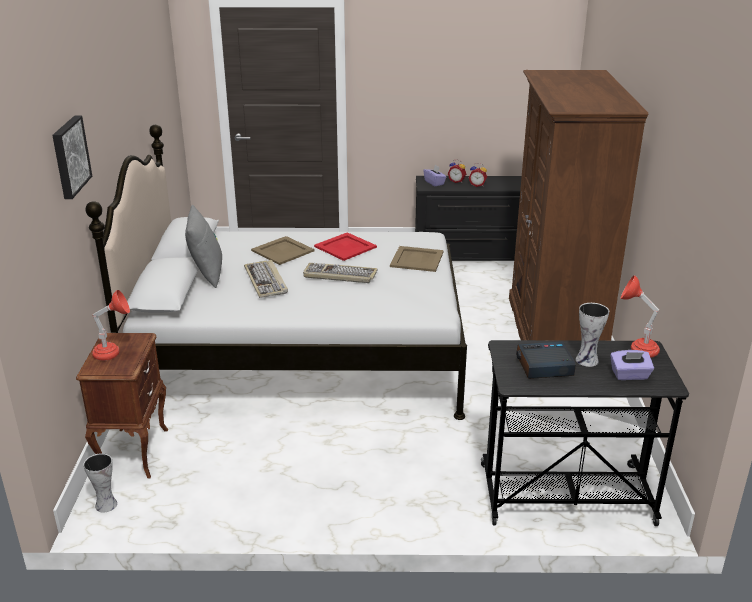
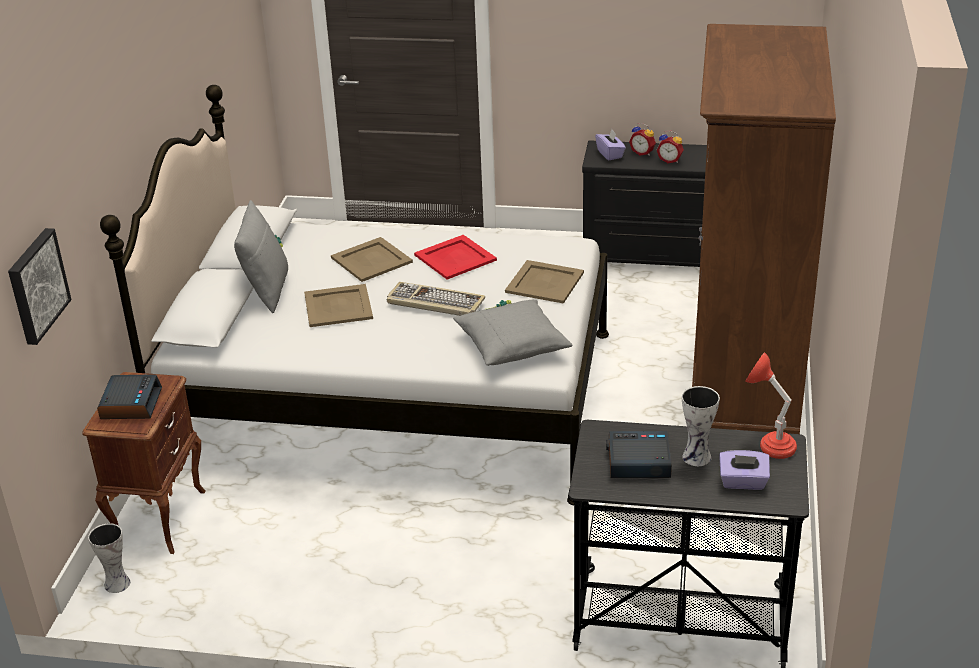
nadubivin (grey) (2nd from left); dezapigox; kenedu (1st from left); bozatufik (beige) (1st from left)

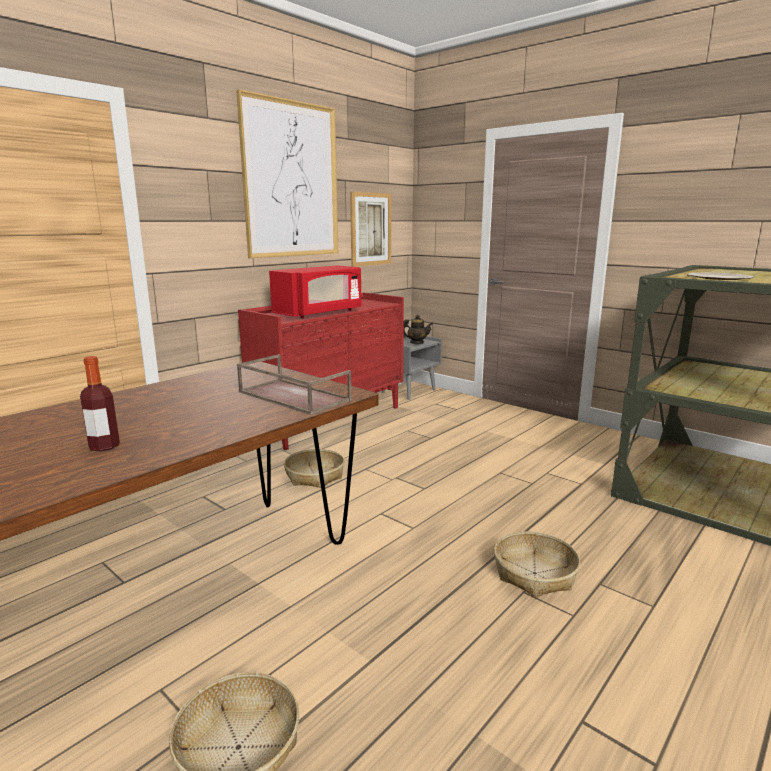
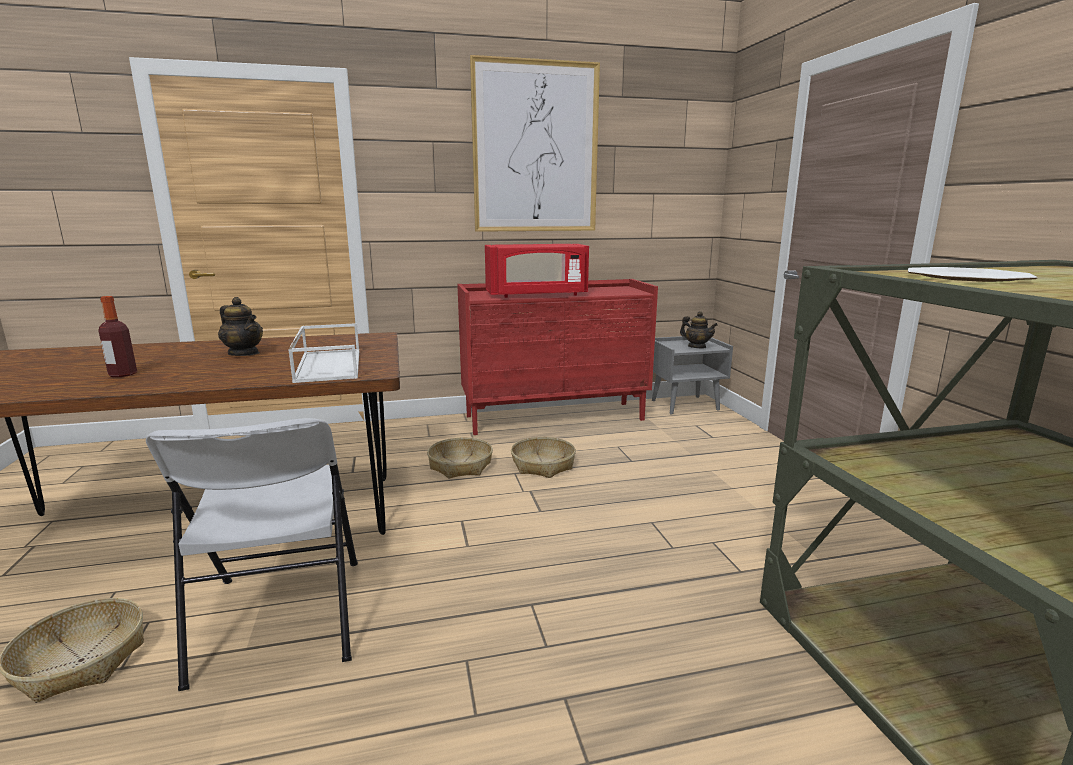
dezapigox (2nd from left in the first image); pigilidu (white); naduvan (1st from left); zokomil (3rd from left); bozatufik (white)

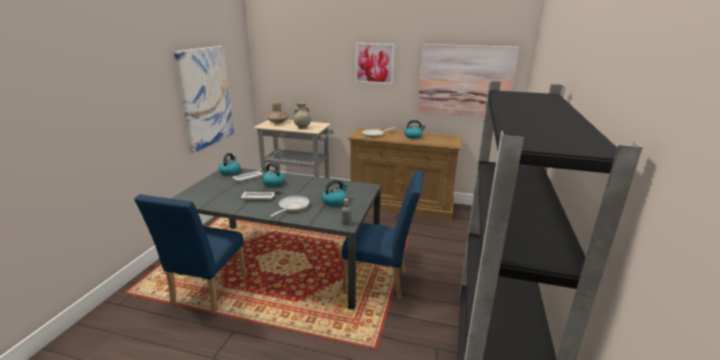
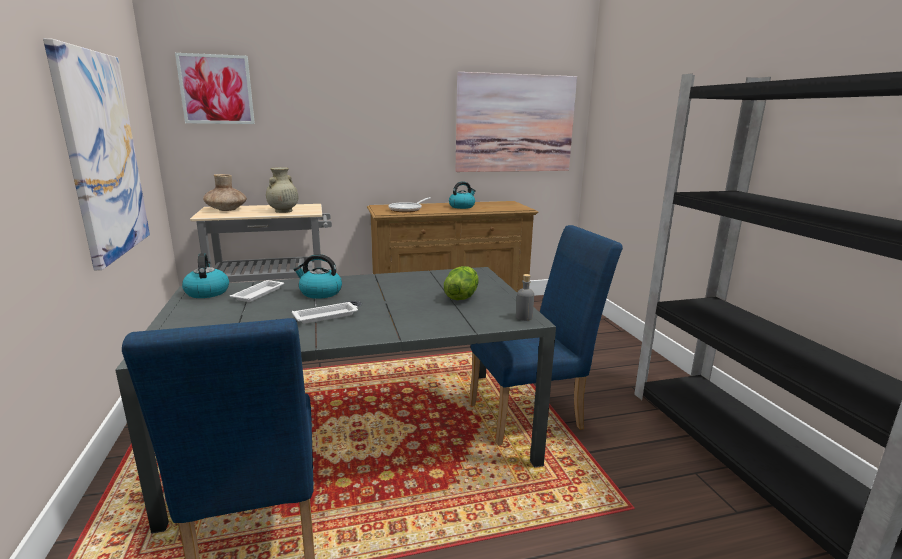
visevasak (1st from left in the first image); dezapigox (2nd from left); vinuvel

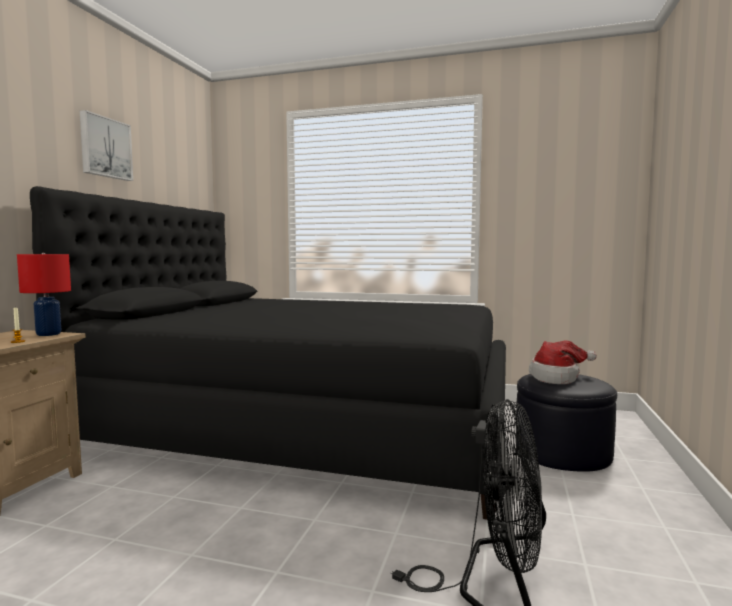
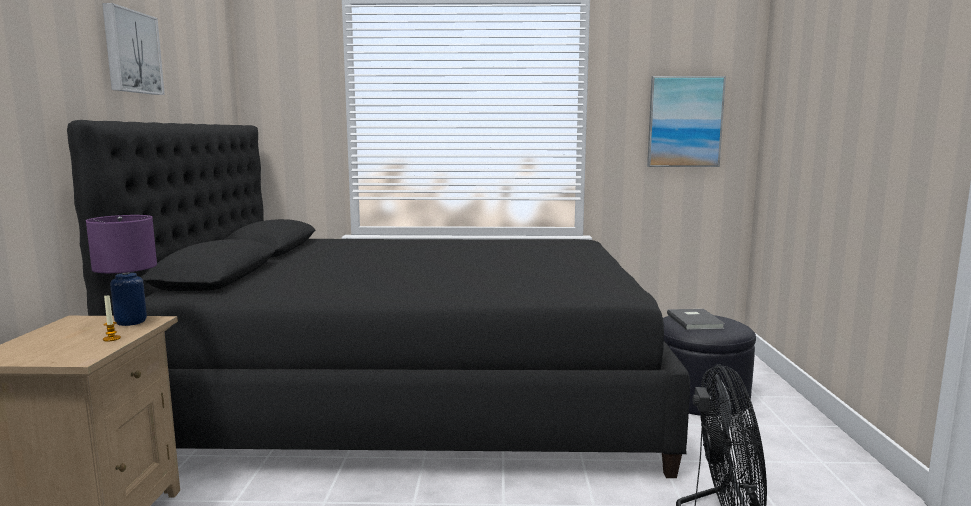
dezapigox (2nd from left); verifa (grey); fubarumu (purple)

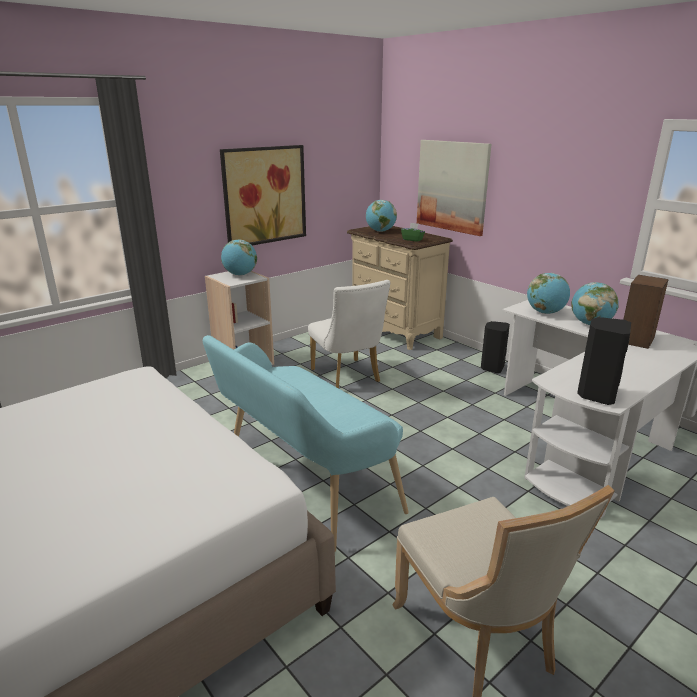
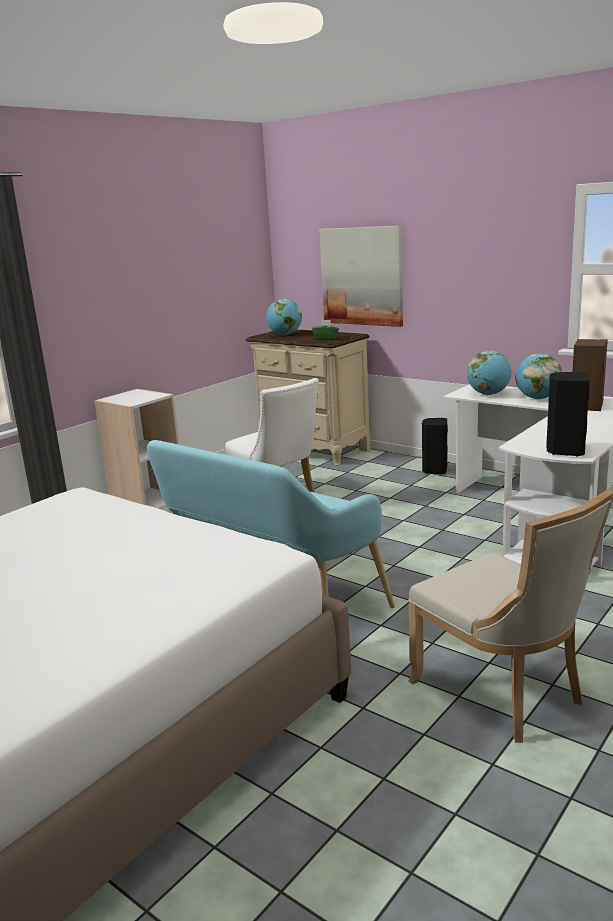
dezapigox (1st from left in the first image); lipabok (1st from left in the first image)

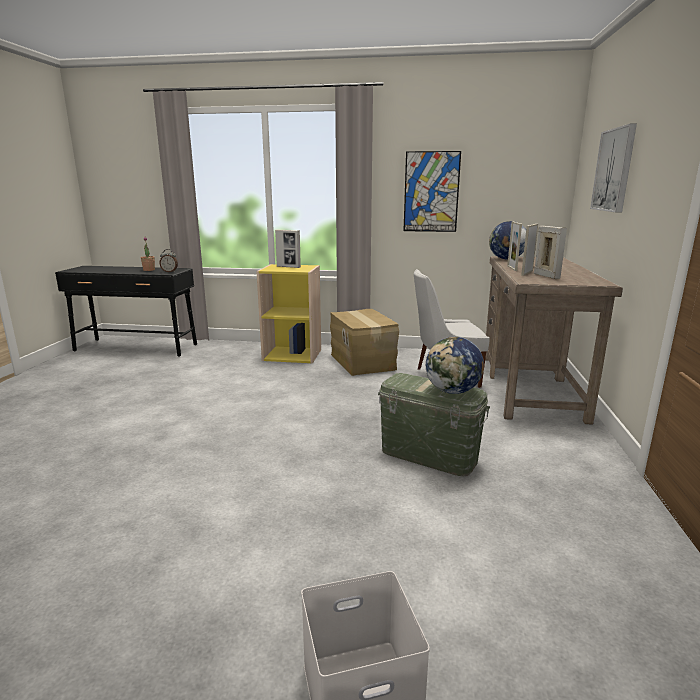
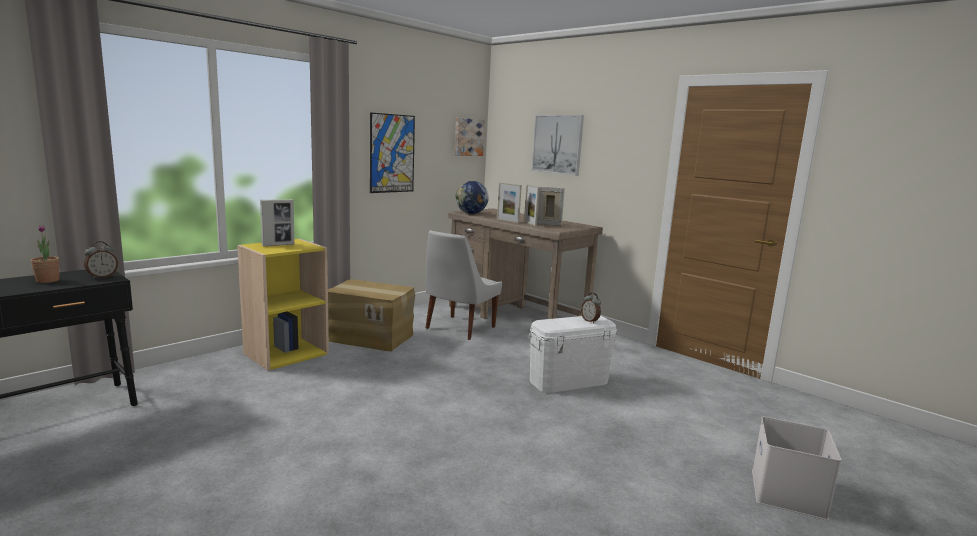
dezapigox (2nd from left); kenedu (2nd from left); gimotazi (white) (1st from left)

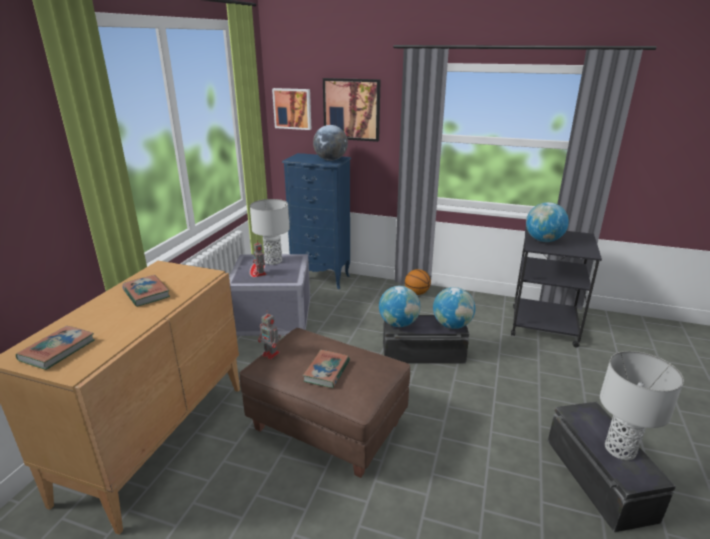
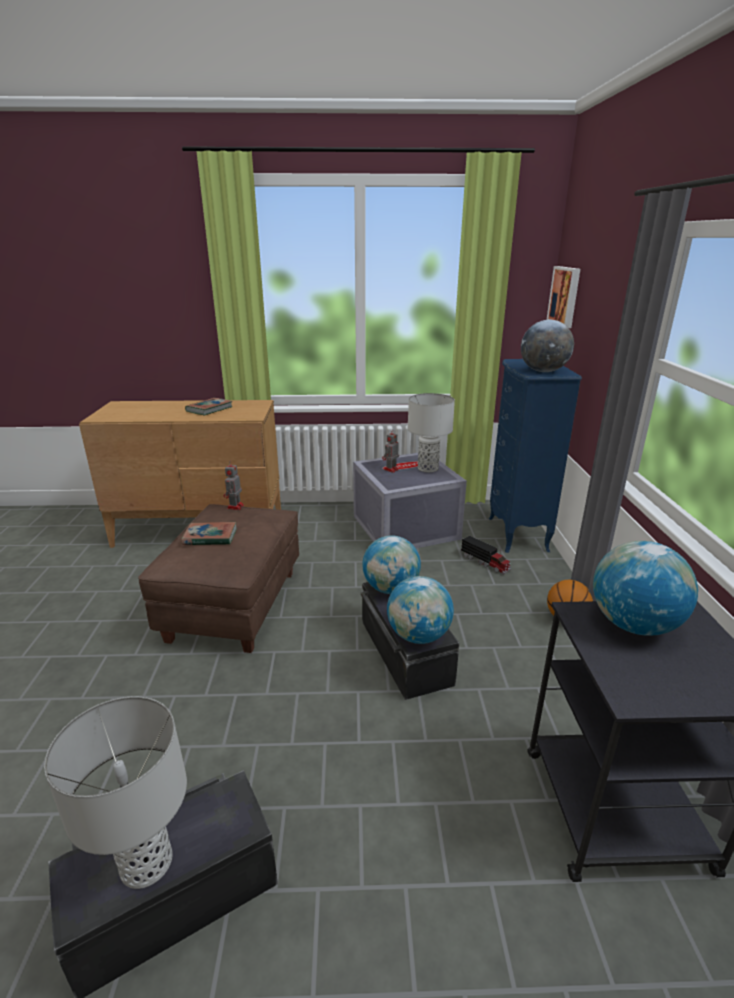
verifa (1st from left in the first image); dezapigox (2nd from left in the first image); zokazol

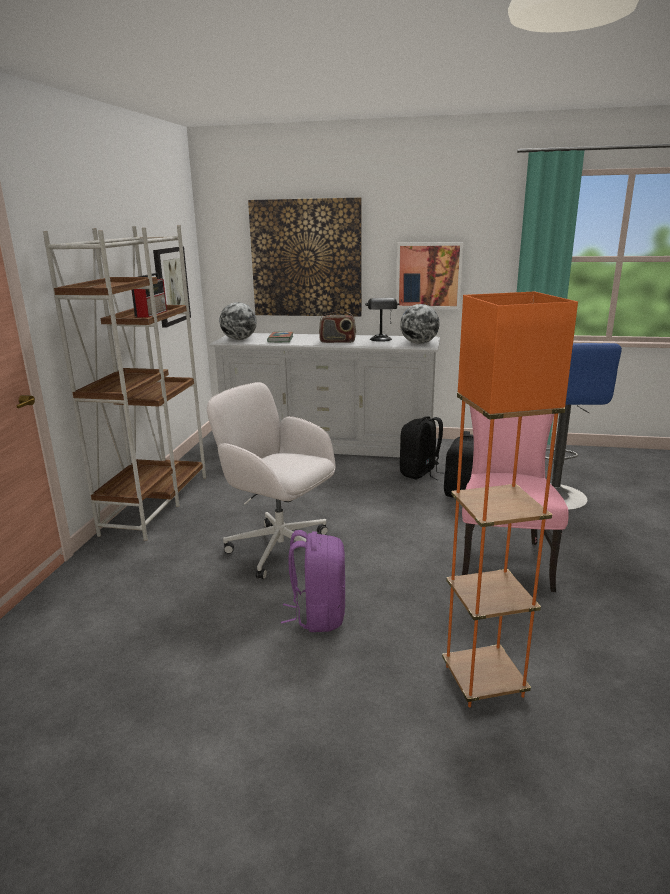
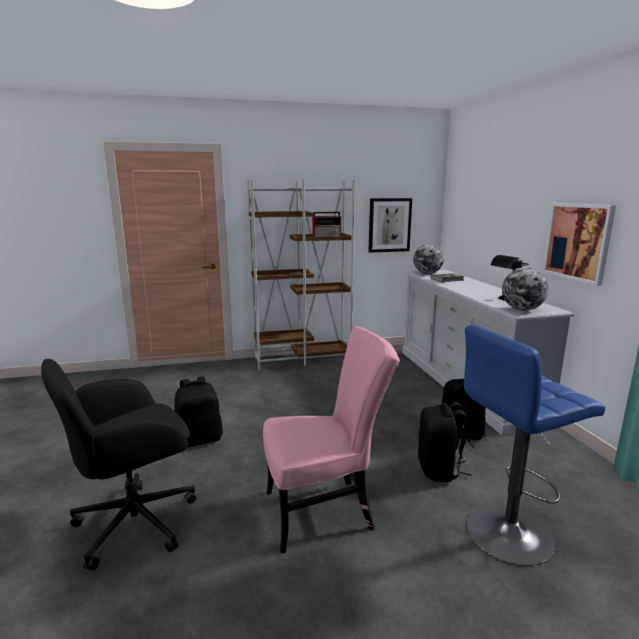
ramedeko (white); dezapigox (2nd from left in the first image); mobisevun (2nd from left in the first image); ramedeko (black); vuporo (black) (1st from left)

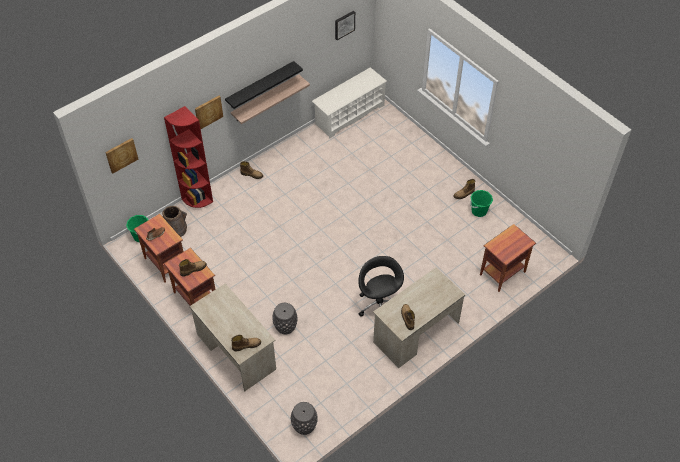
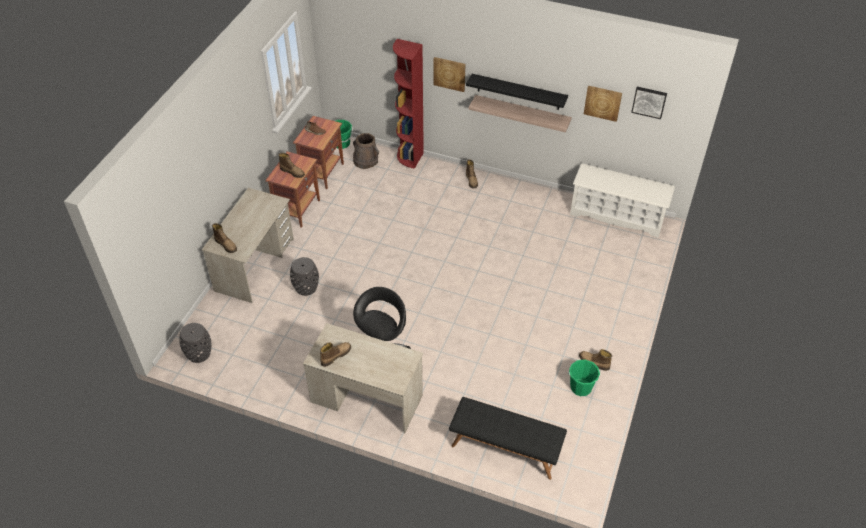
dezapigox (2nd from left); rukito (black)

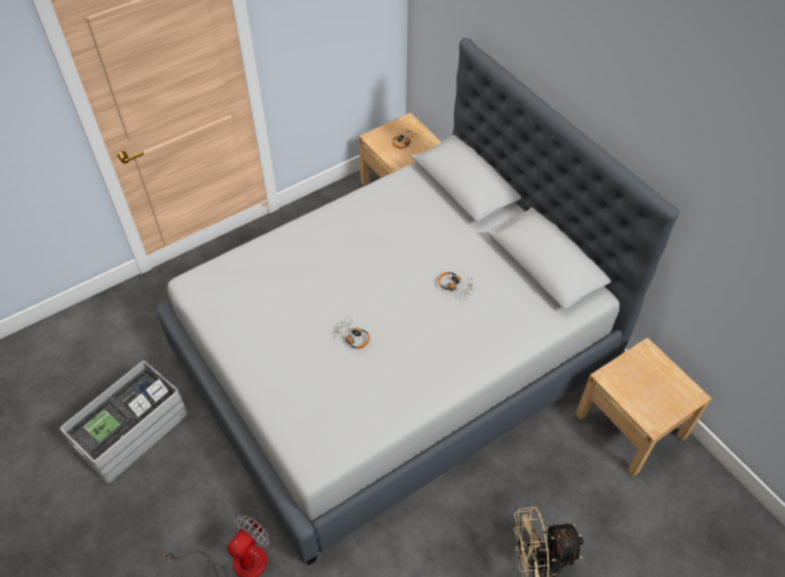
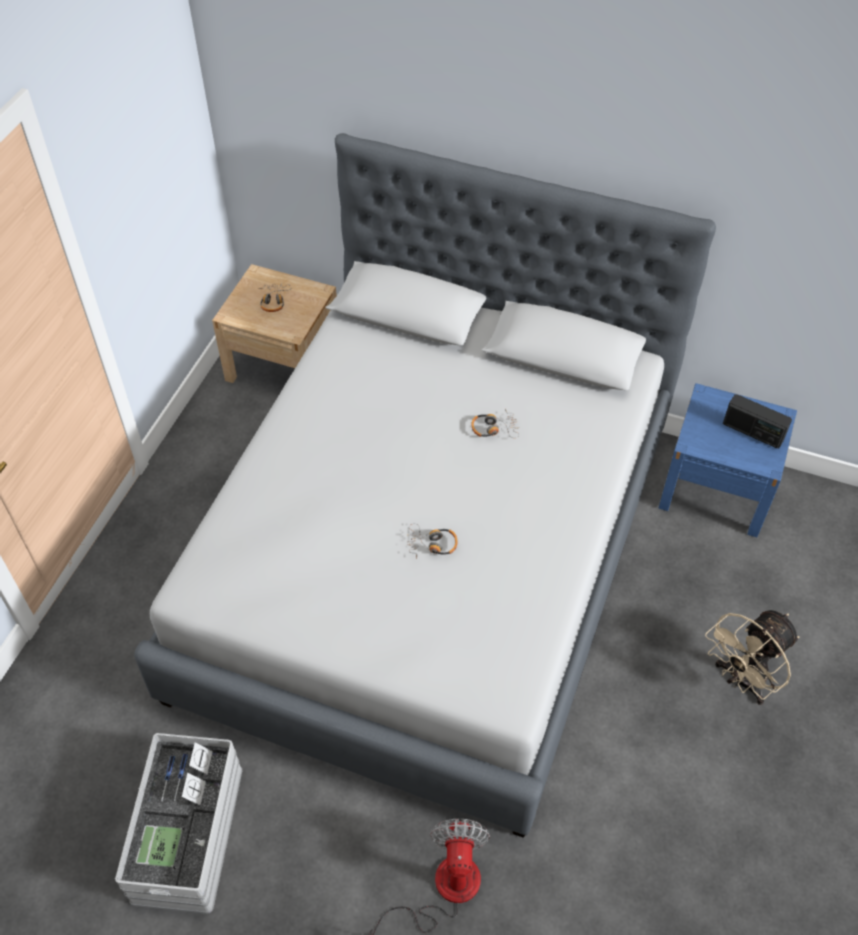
mobisevun; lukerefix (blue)

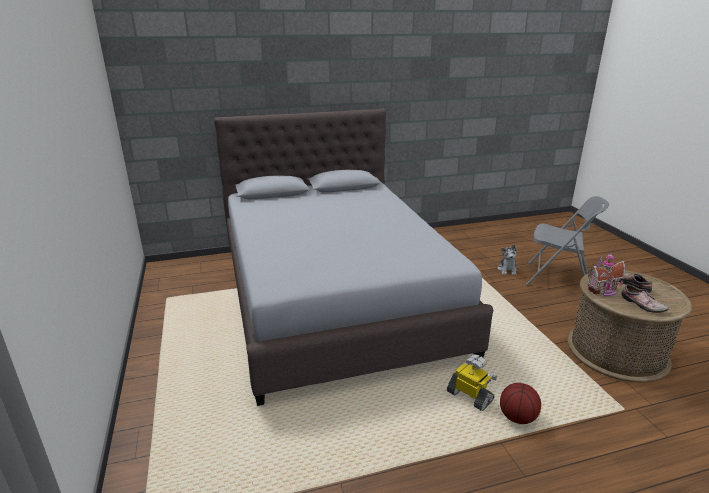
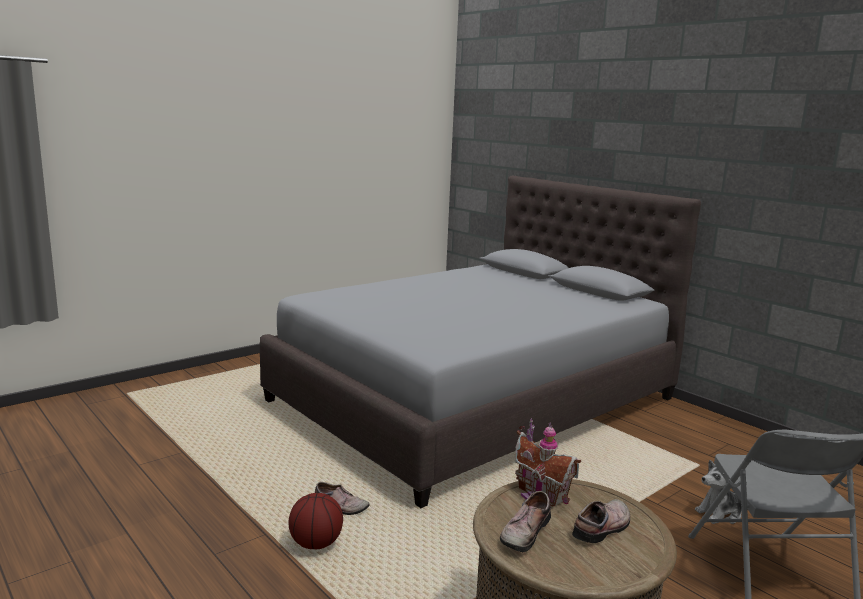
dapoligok (1st from left)

